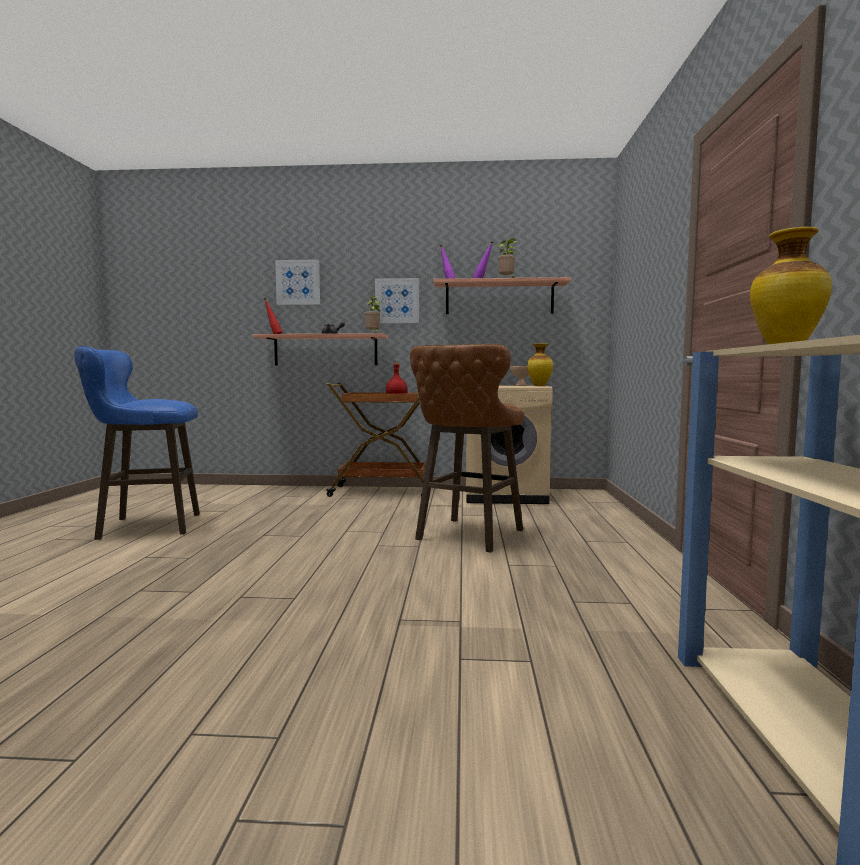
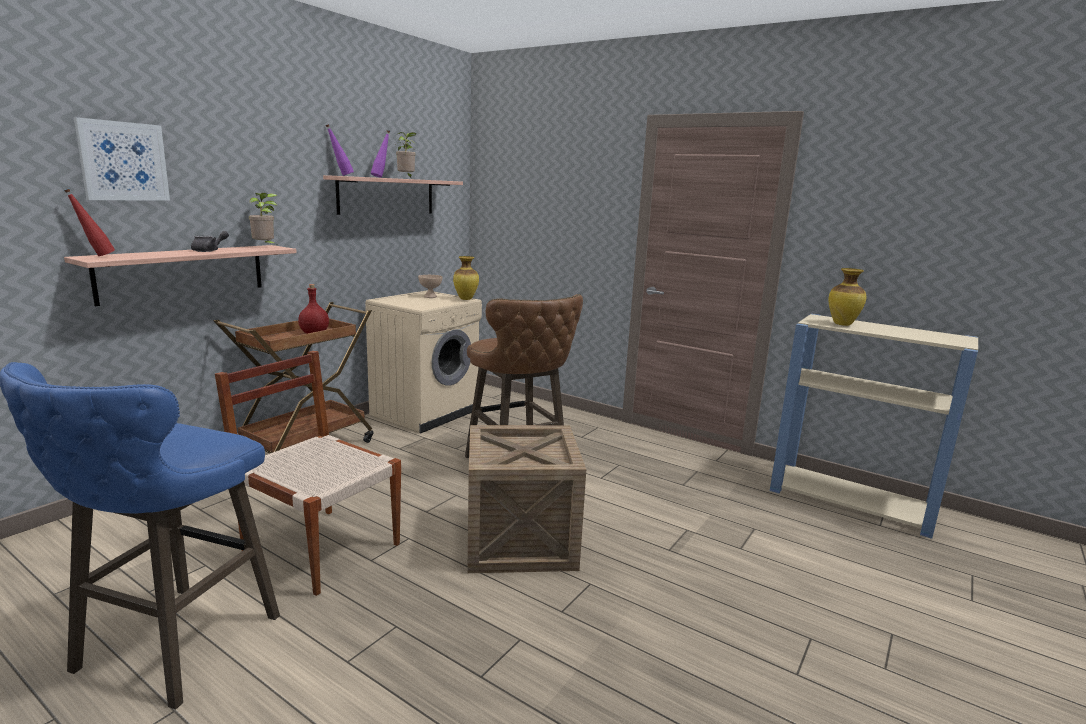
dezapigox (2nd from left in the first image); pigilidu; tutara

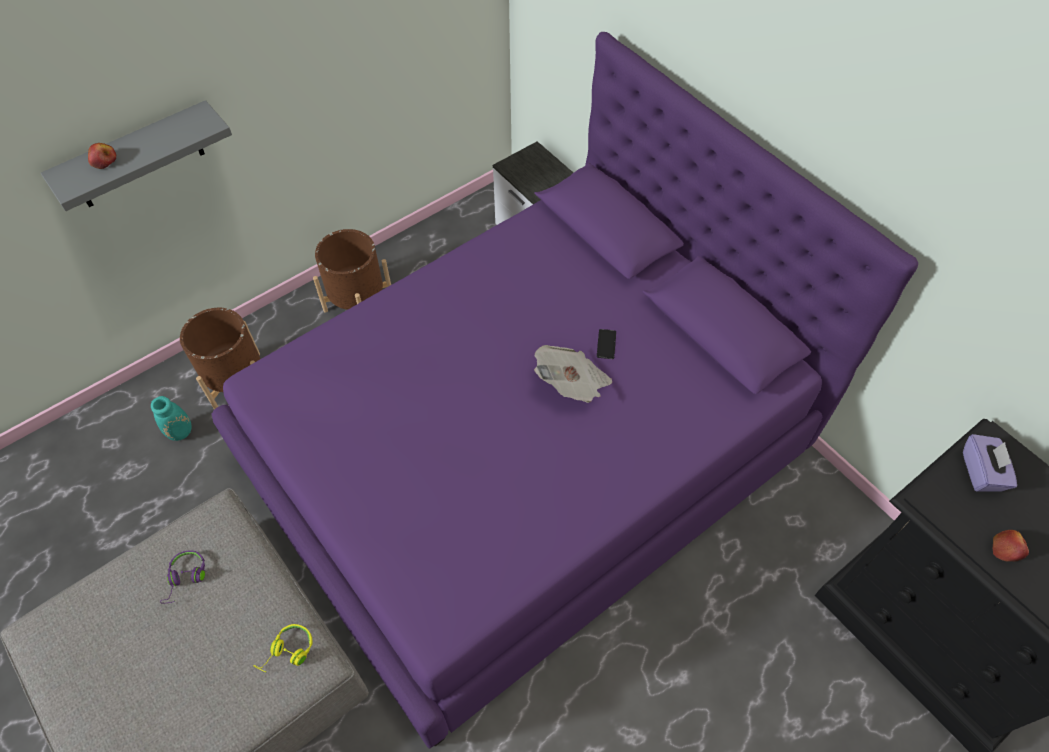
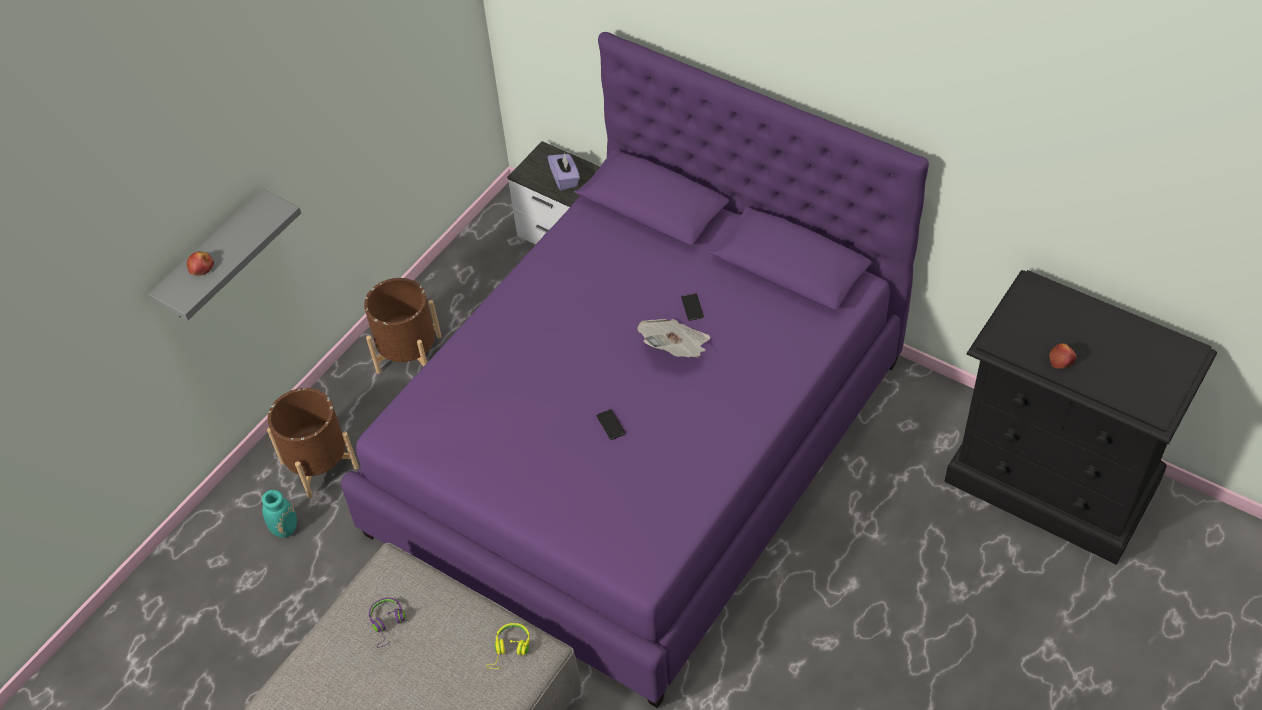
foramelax (1st from left); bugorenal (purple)

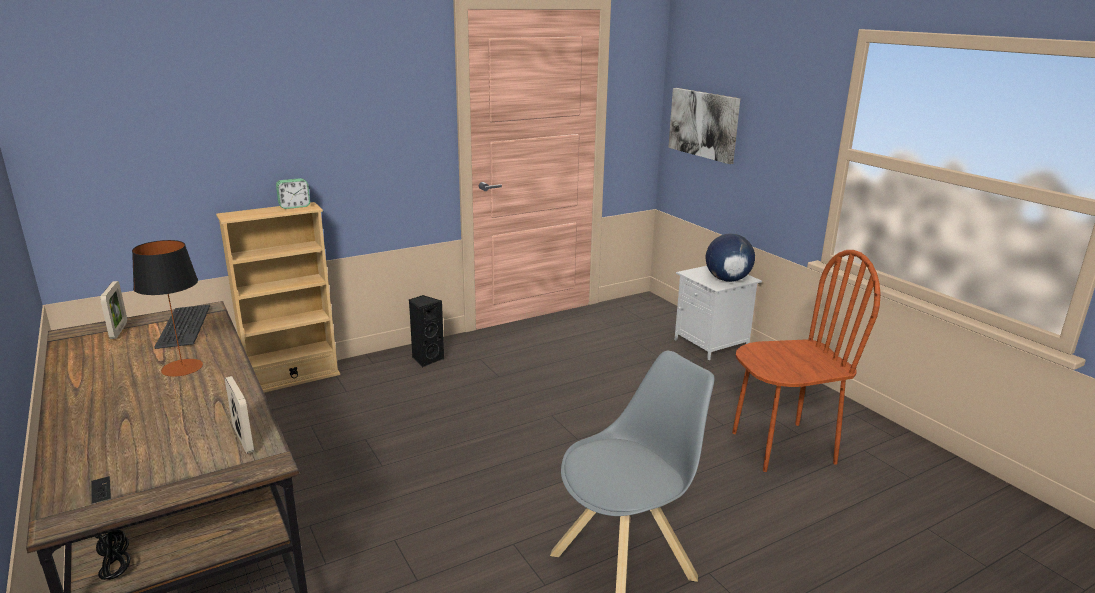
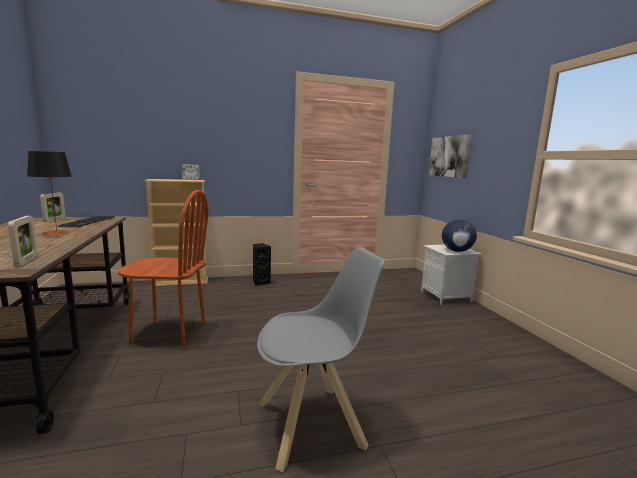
pigilidu (brown)

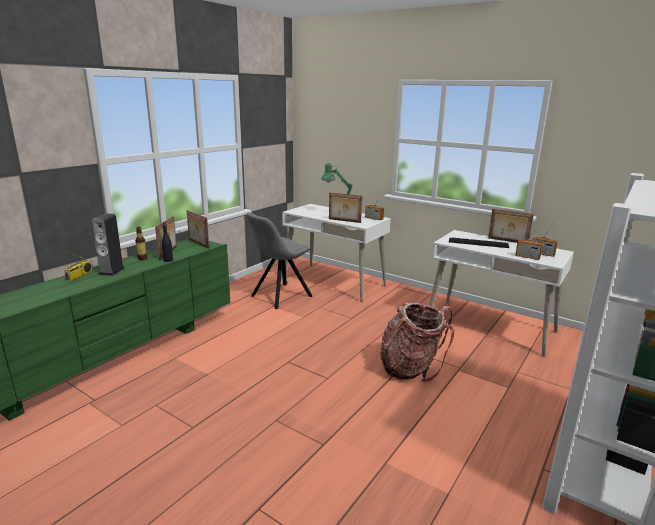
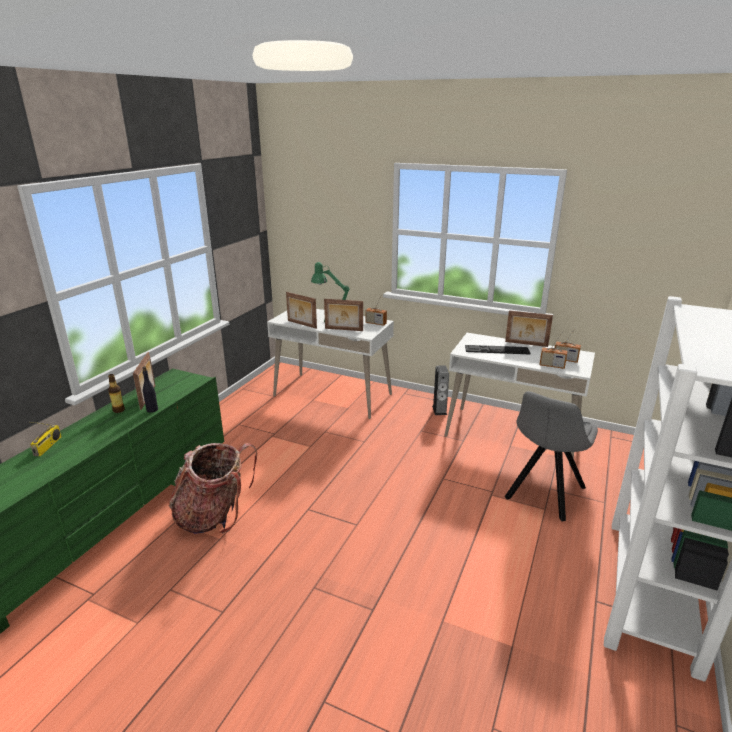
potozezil; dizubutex (2nd from left); pigilidu (grey); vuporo

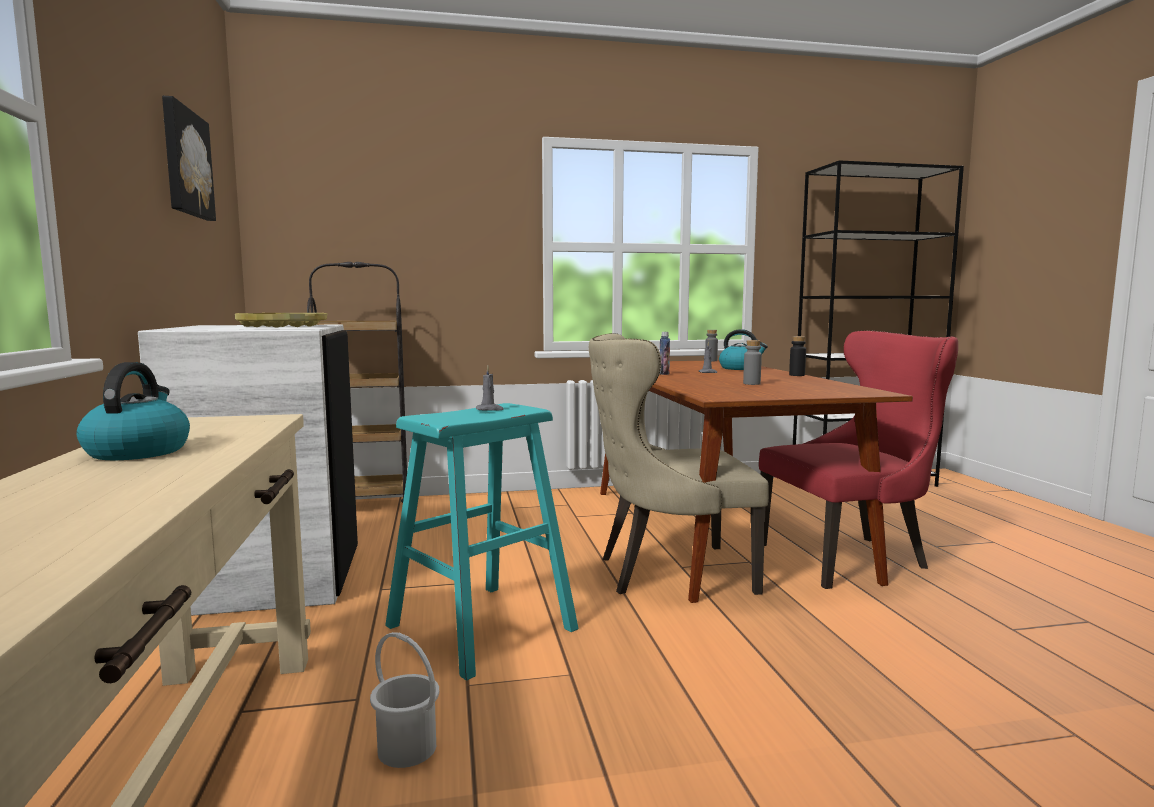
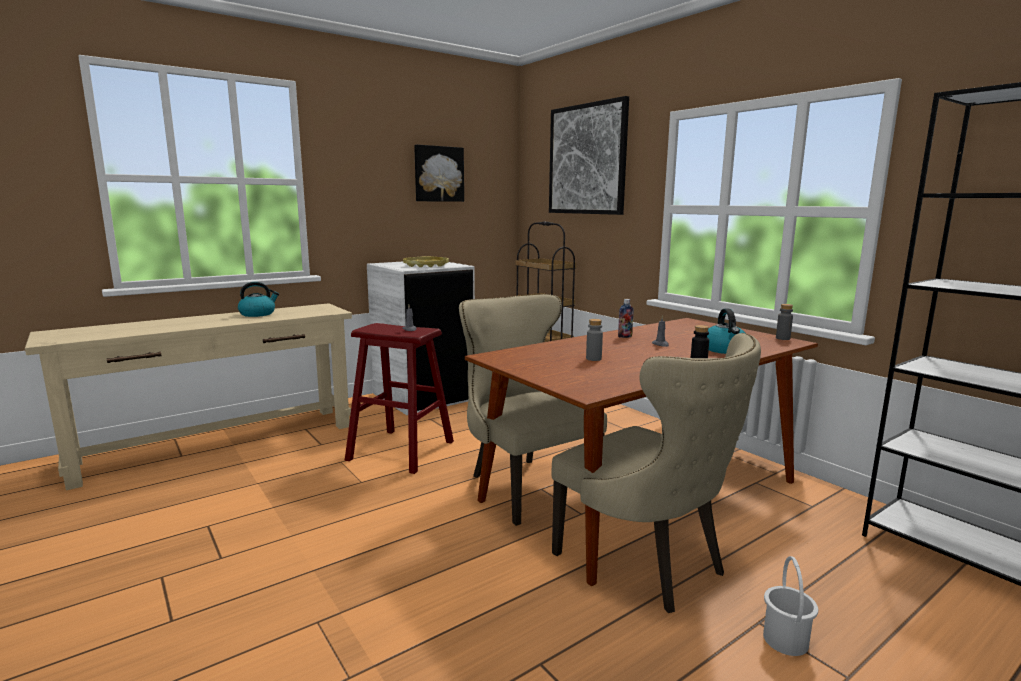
dezapigox (2nd from left); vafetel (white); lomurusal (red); pigilidu (beige) (2nd from left)

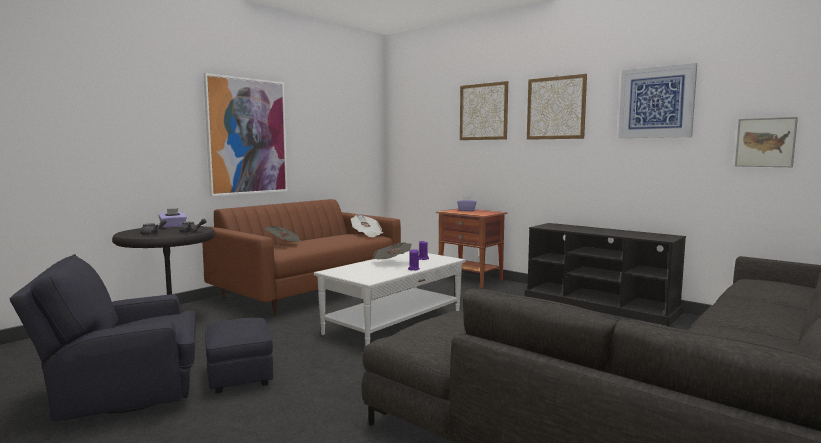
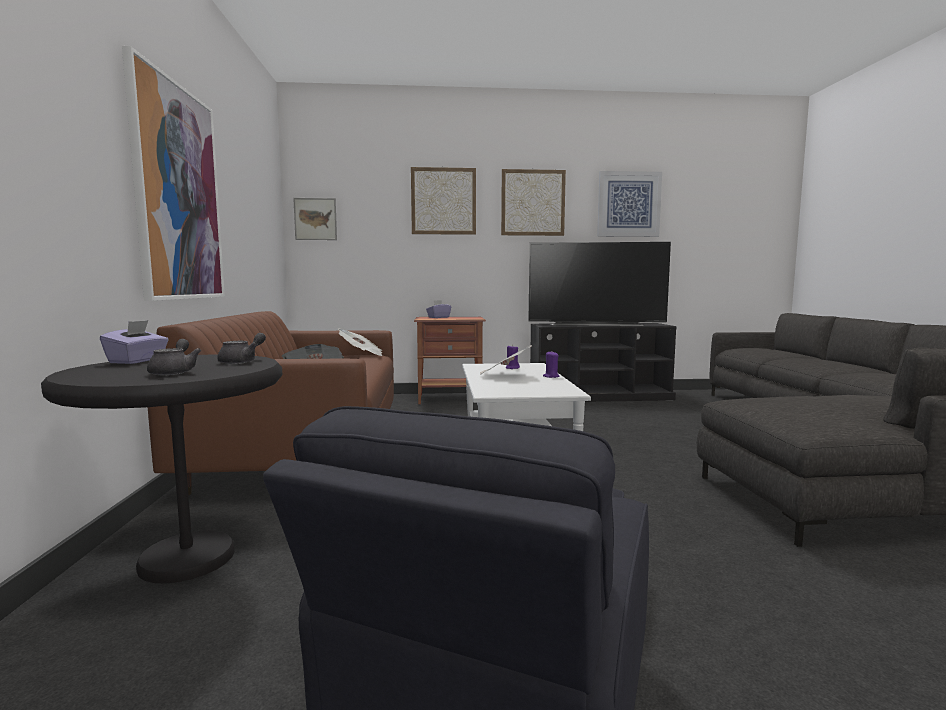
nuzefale; dezapigox (2nd from left)

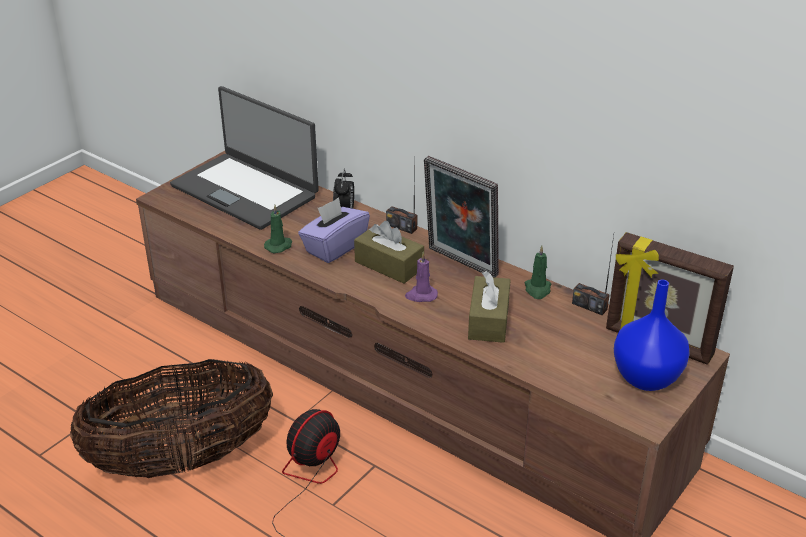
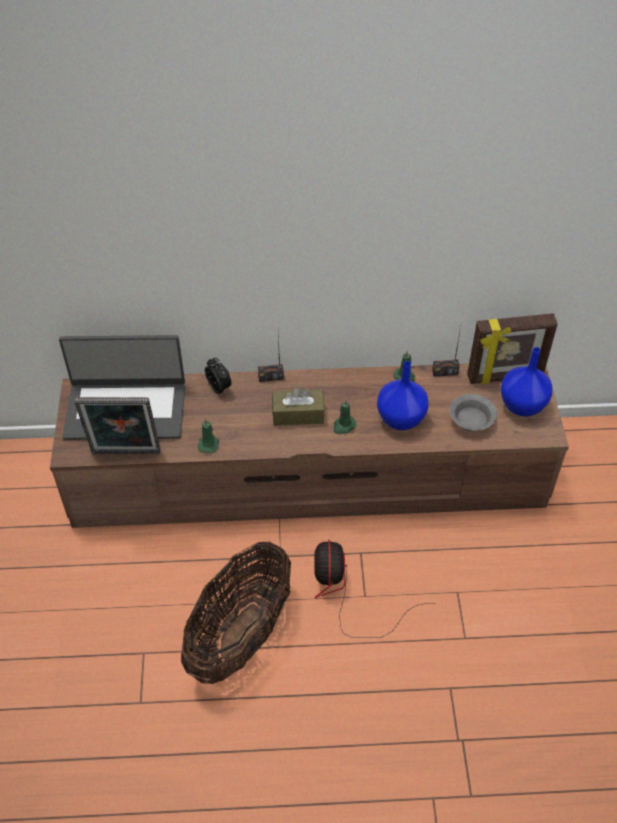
bugorenal (purple); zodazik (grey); dizubutex (1st from left); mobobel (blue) (1st from left); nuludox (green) (2nd from left)

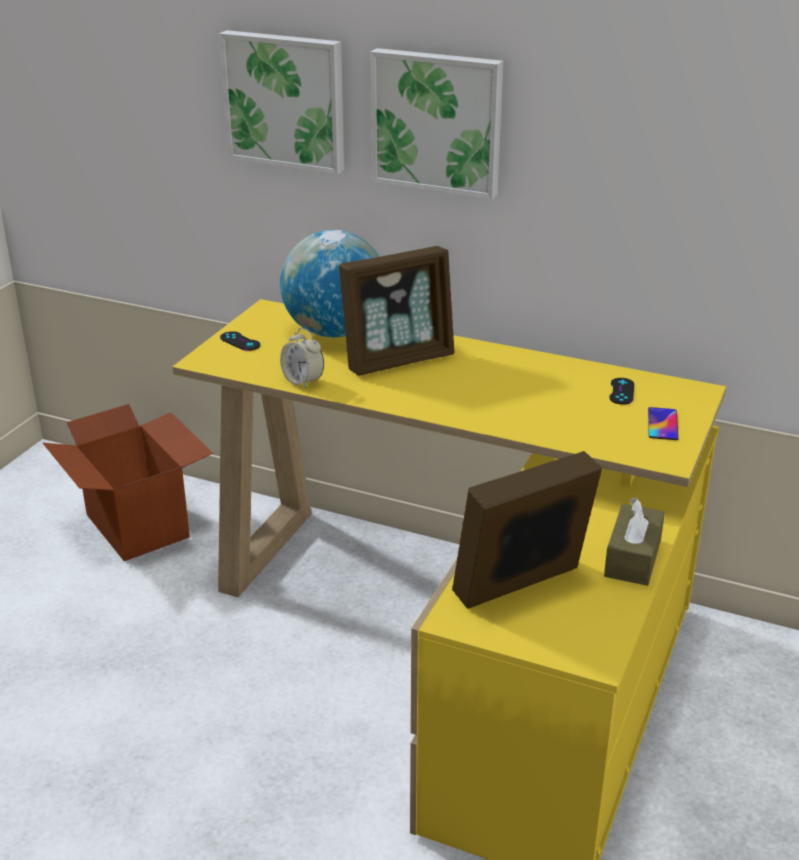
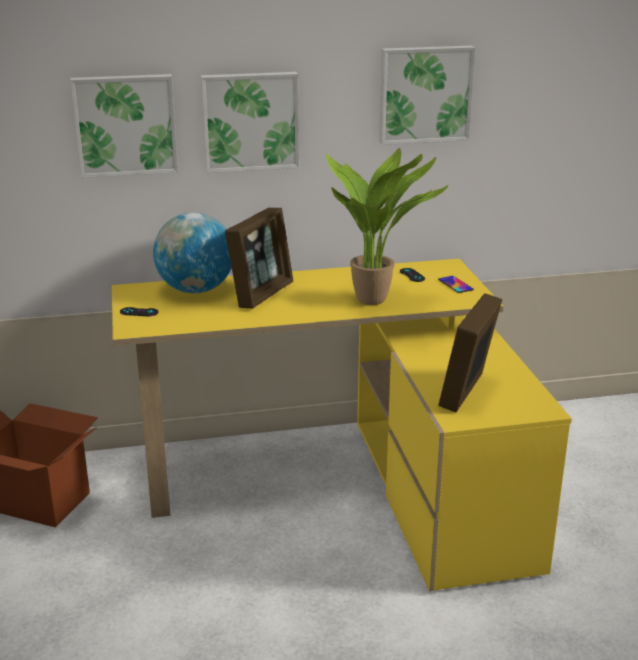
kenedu; bugorenal (brown); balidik; dezapigox (3rd from left)

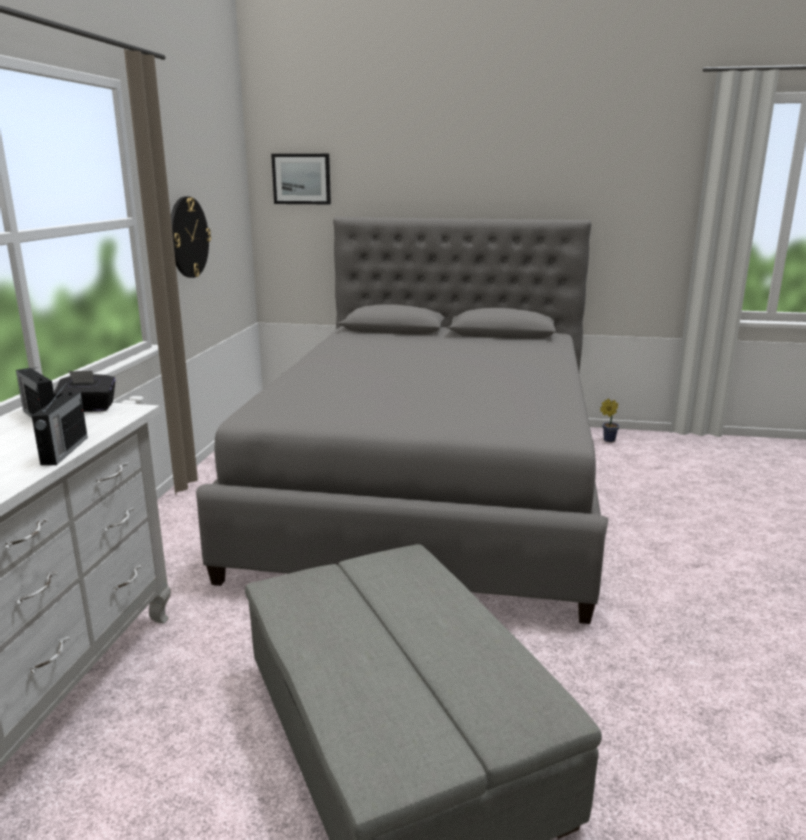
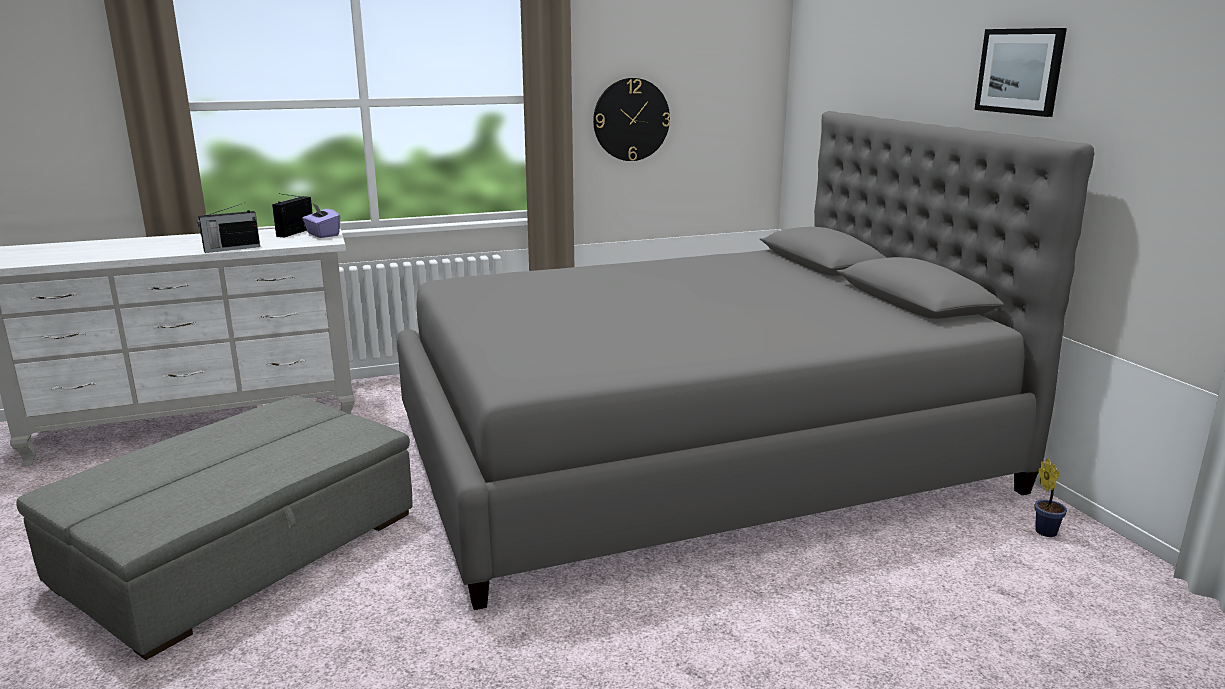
dezapigox; bugorenal (purple)

